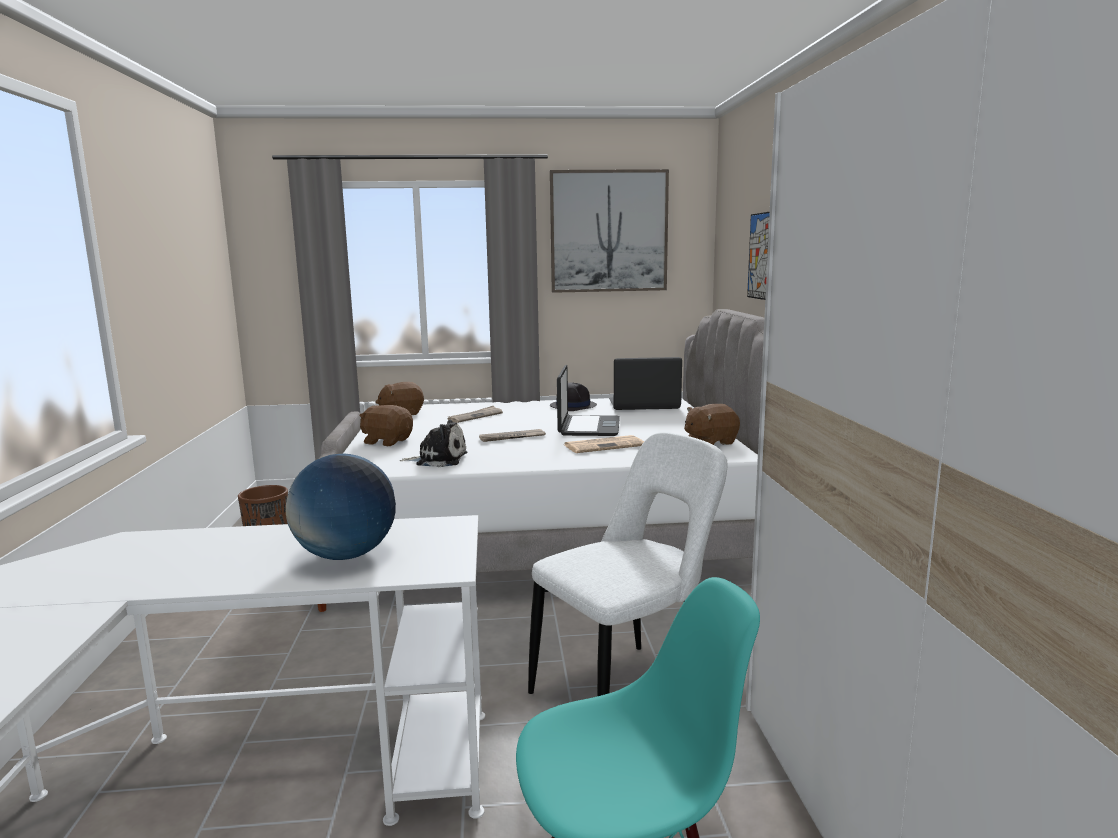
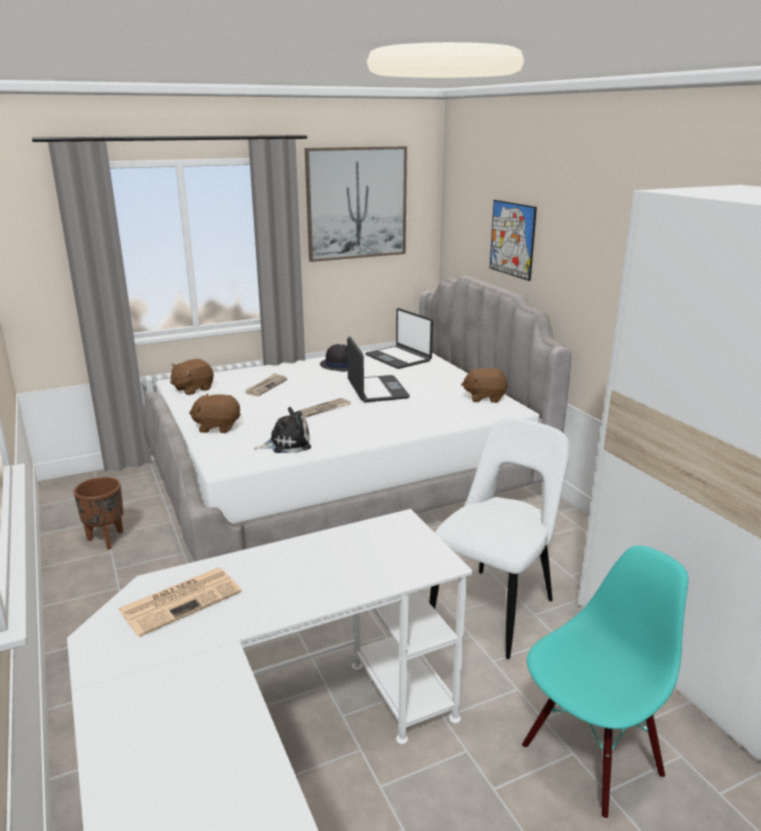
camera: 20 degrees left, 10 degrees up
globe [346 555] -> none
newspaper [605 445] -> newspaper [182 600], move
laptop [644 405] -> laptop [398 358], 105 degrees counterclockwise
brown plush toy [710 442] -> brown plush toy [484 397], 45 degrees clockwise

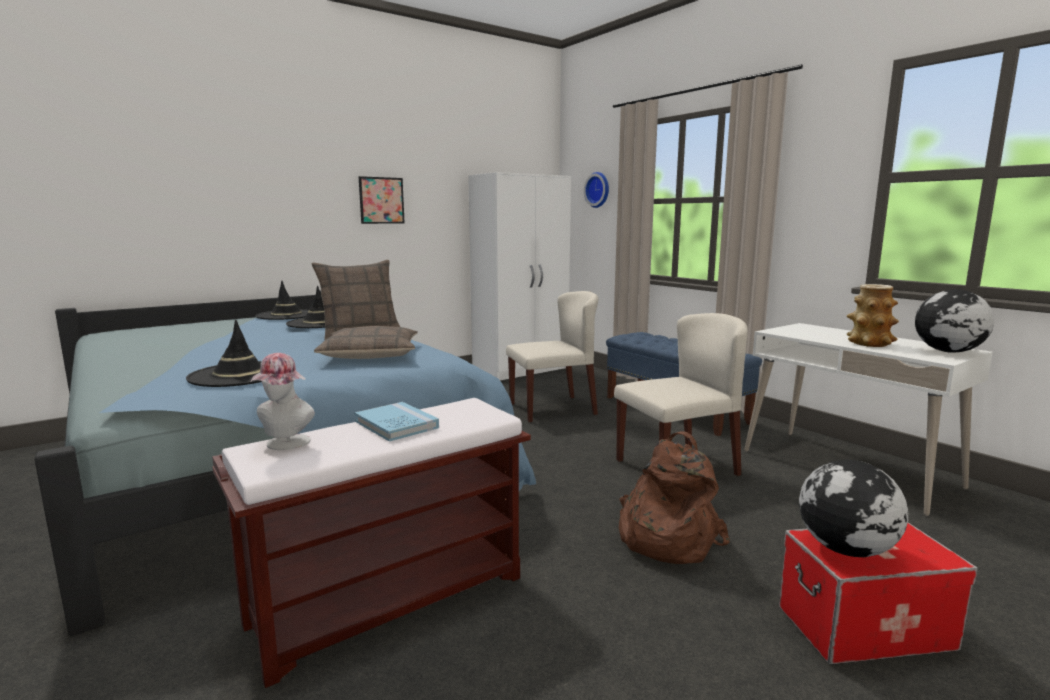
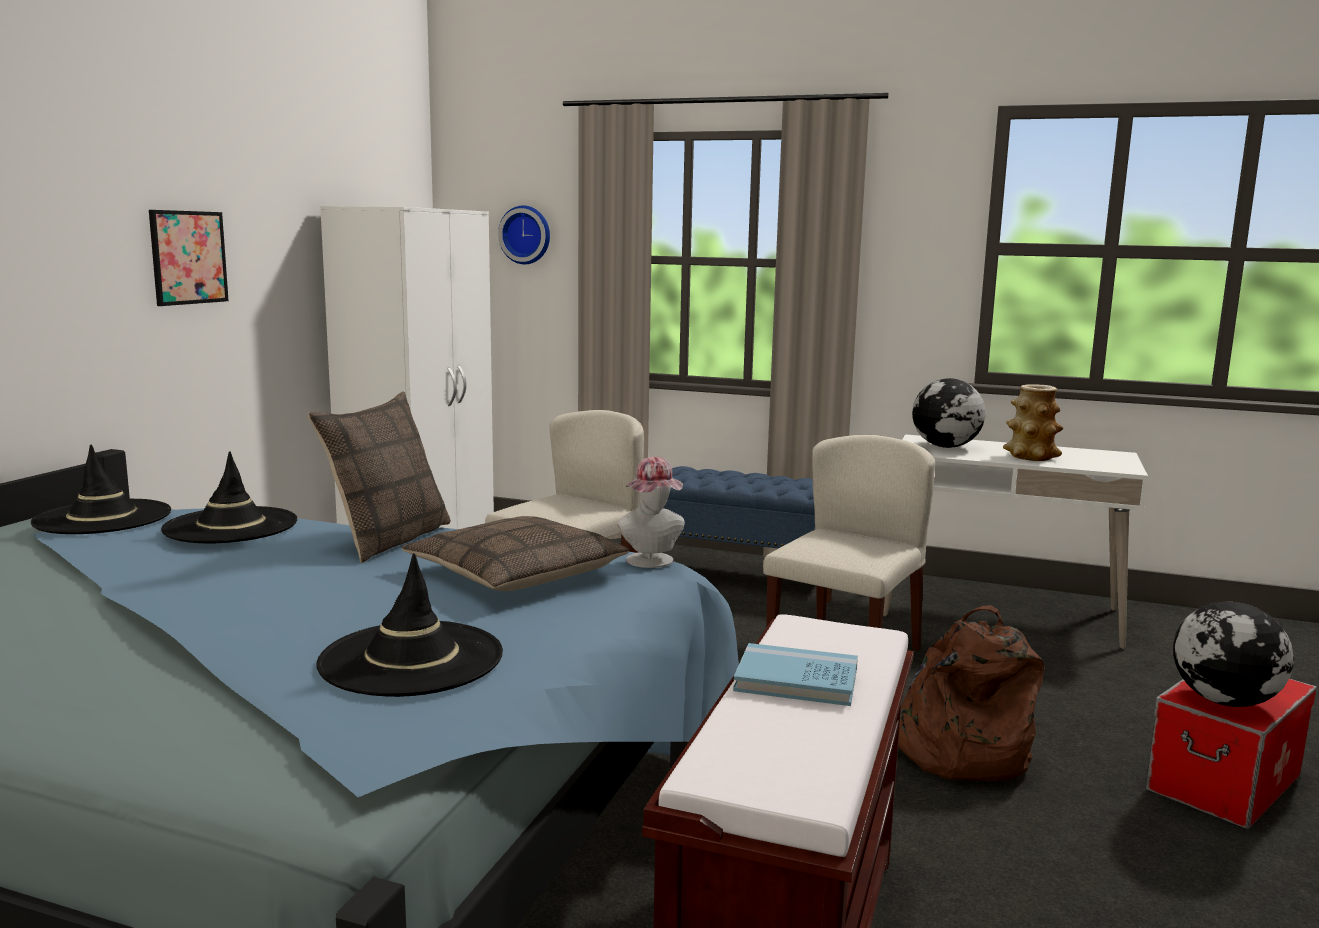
camera: 35 degrees left, 0 degrees up
hat [285 444] -> hat [652 562], move
globe [947 352] -> globe [945 447], move

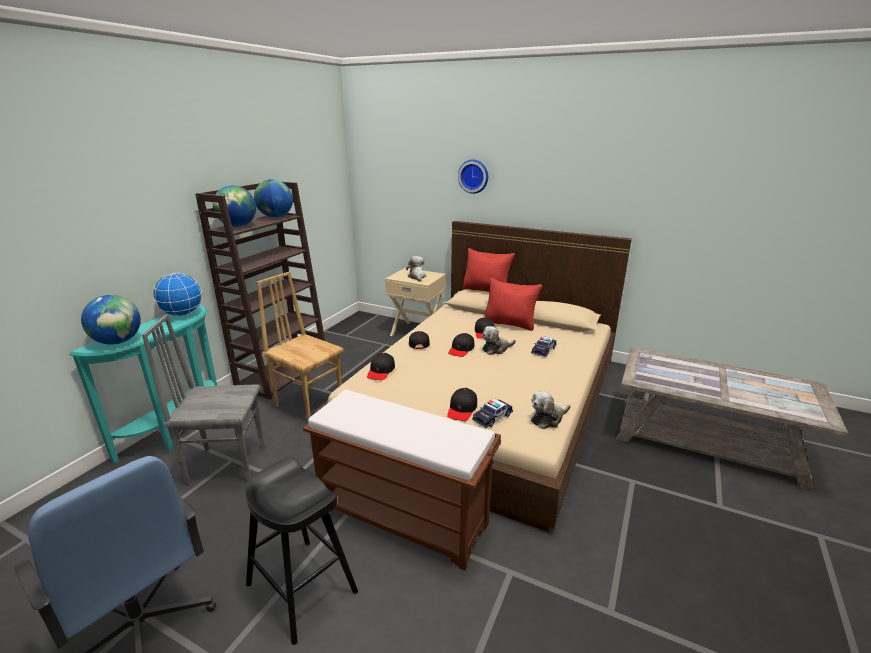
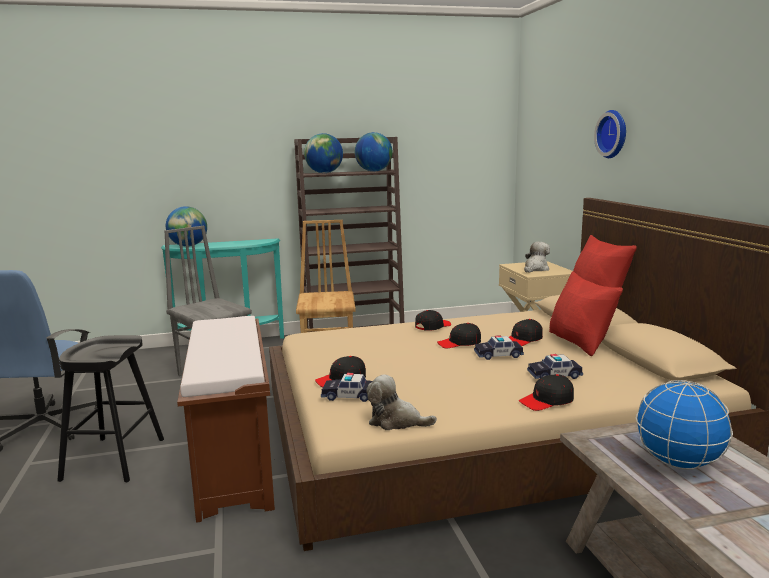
camera: 50 degrees right, 10 degrees down
globe [182 314] -> globe [677 463], move
black cap [381 371] -> black cap [547 401], move
plush toy [496 349] -> toy car [498 355]

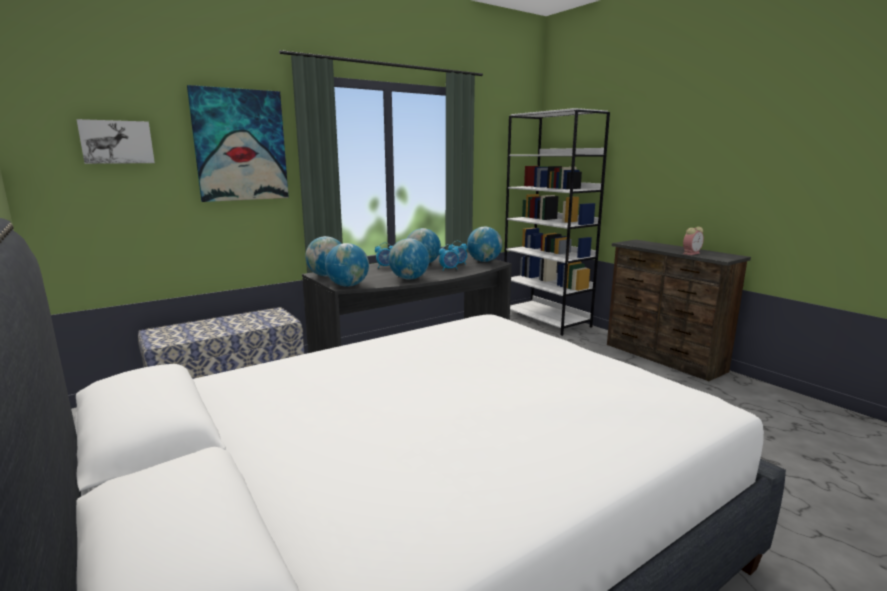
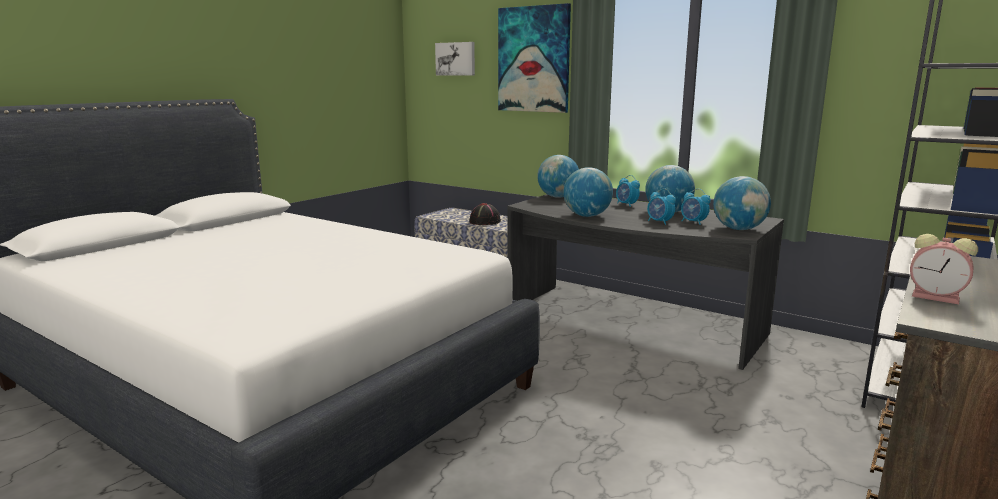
camera: 70 degrees right, 0 degrees up
globe [348 285] -> none
none -> black hat [485 222]

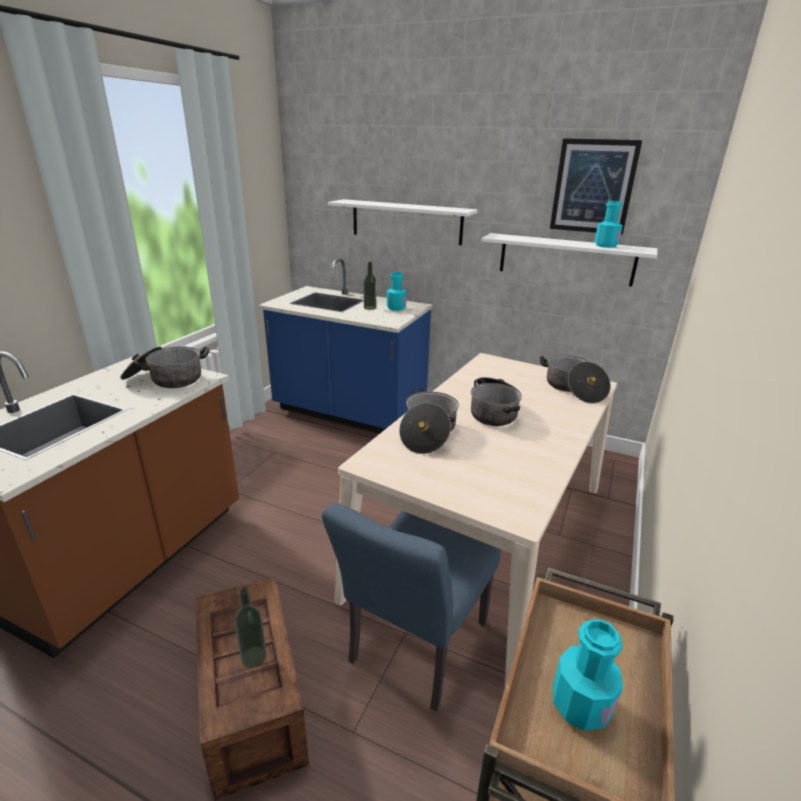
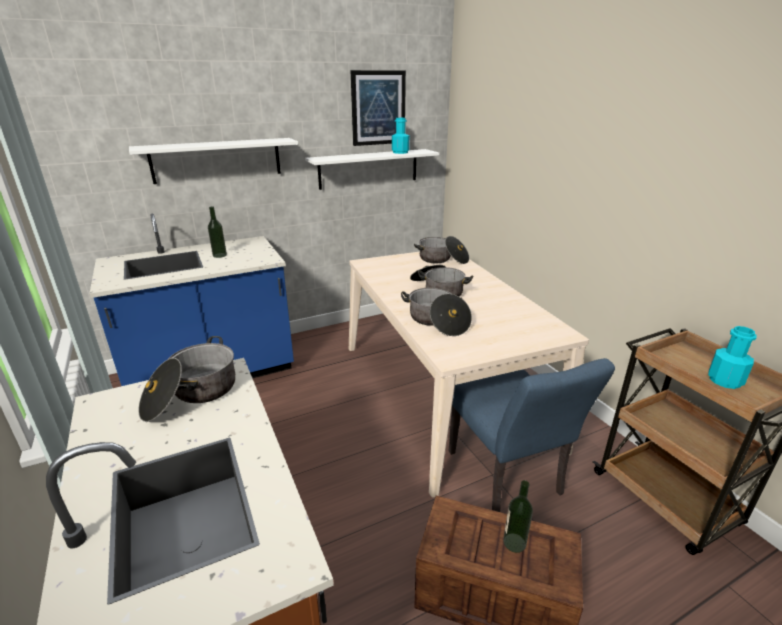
camera: 50 degrees left, 0 degrees up
turquoise bottle [396 308] -> none

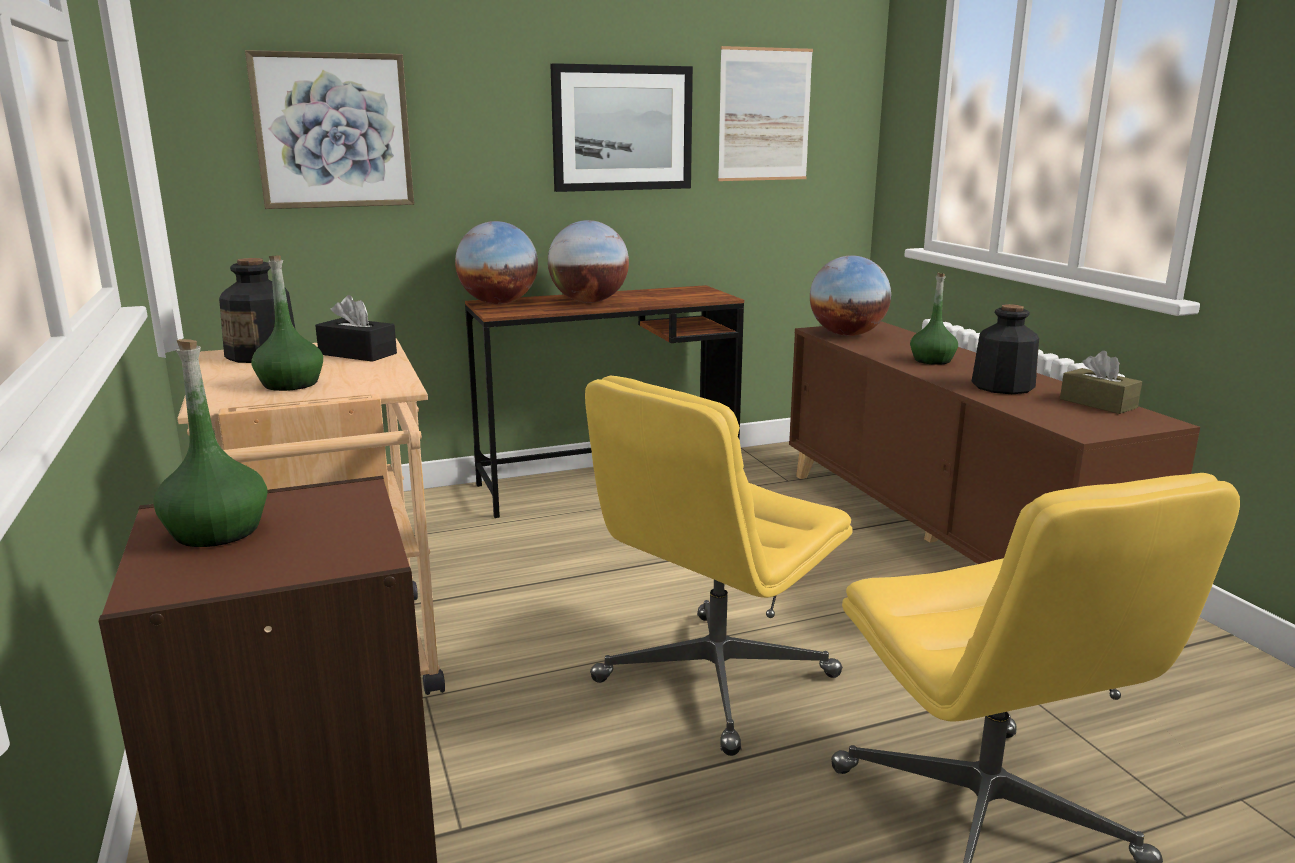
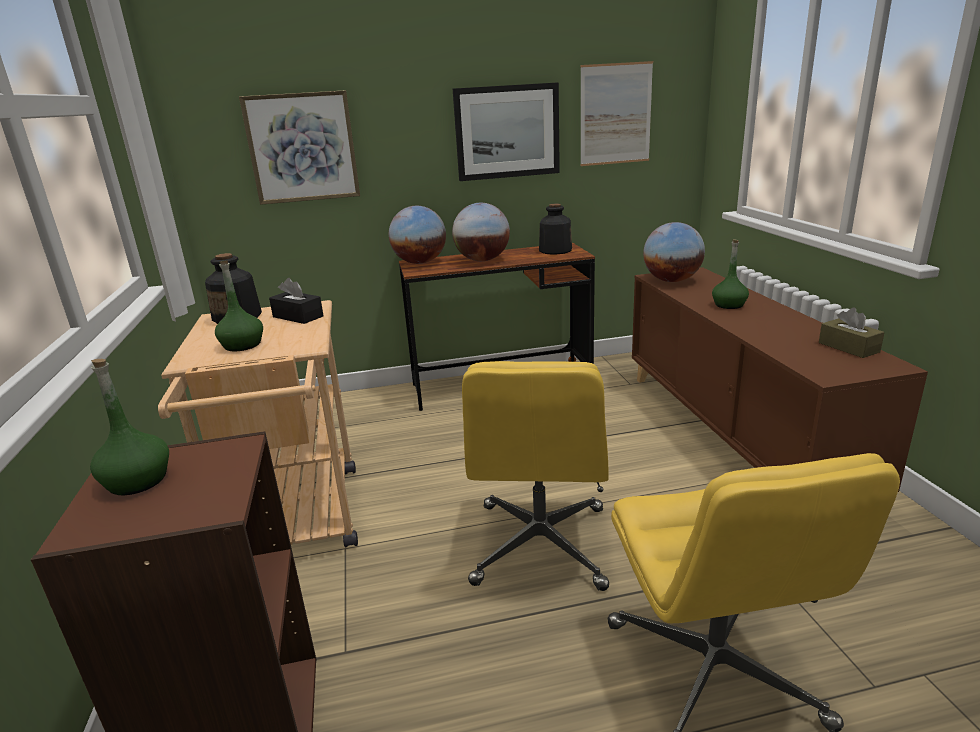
camera: 10 degrees right, 5 degrees up
bottle [1001 386] -> bottle [555 250], move
yellow office chair [714 680] -> yellow office chair [541 546], 45 degrees counterclockwise

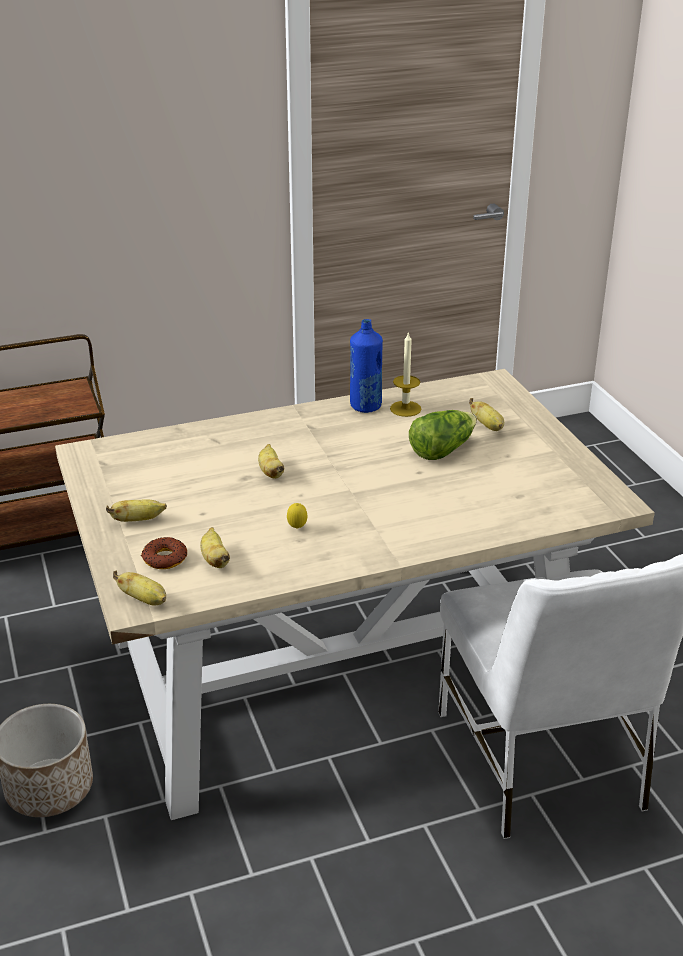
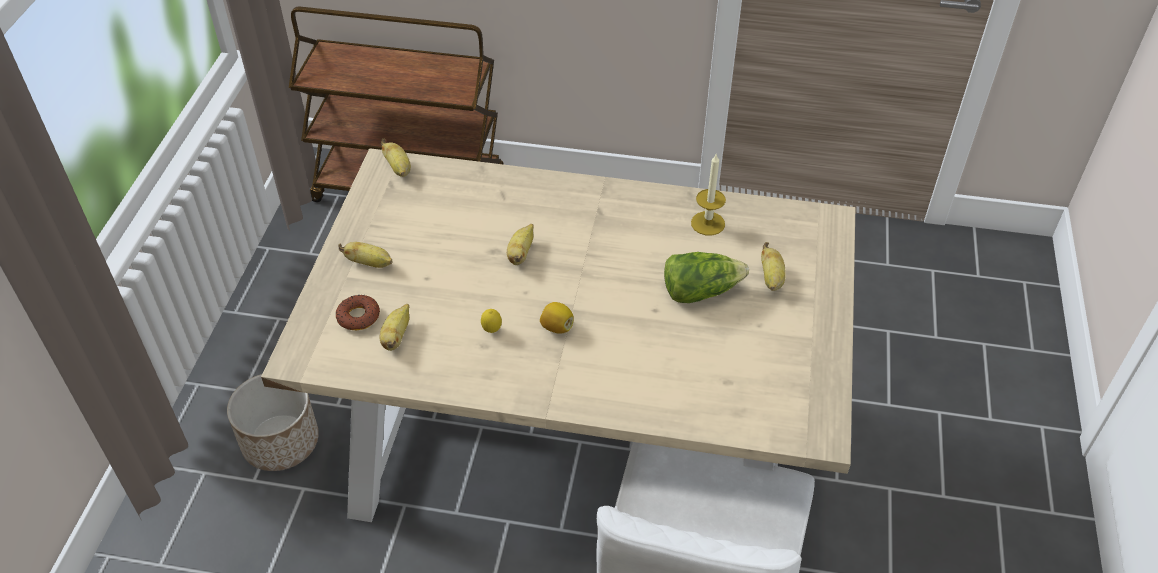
camera: 30 degrees right, 15 degrees up
blue bottle [365 406] -> none
none -> lemon [556 327]
banana [144 600] -> banana [398 168], move

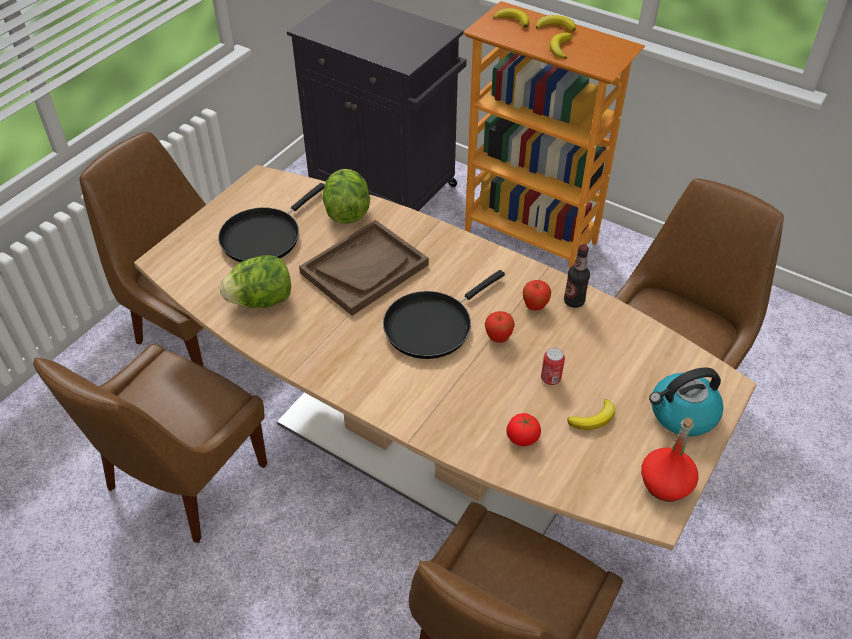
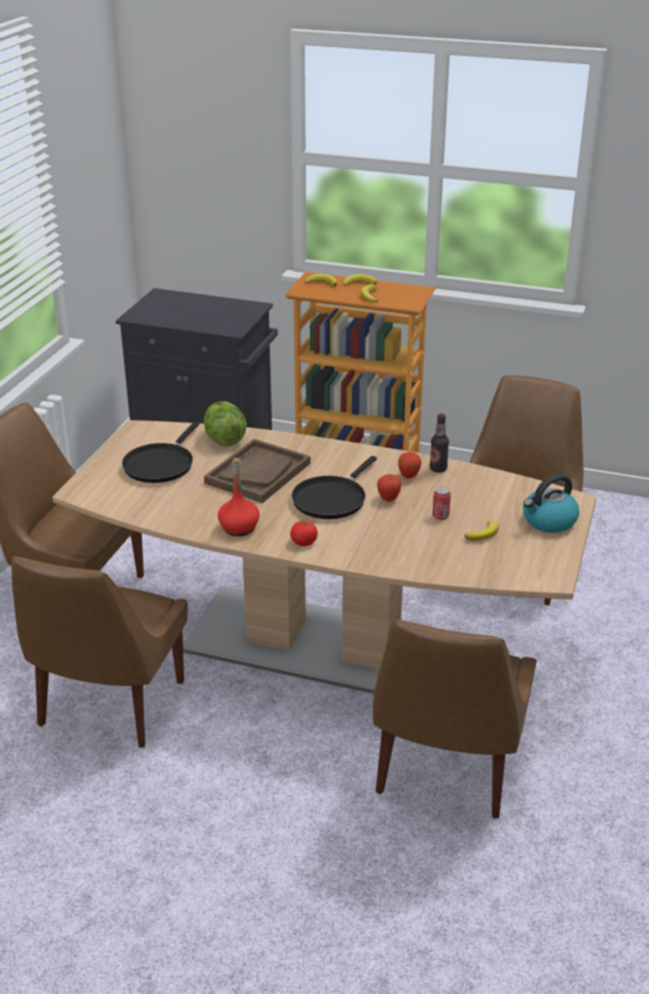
camera: 15 degrees left, 15 degrees down
lettuce [261 300] -> none
tomato [522 438] -> tomato [304 542], move
red bottle [665 484] -> red bottle [239 528], move

